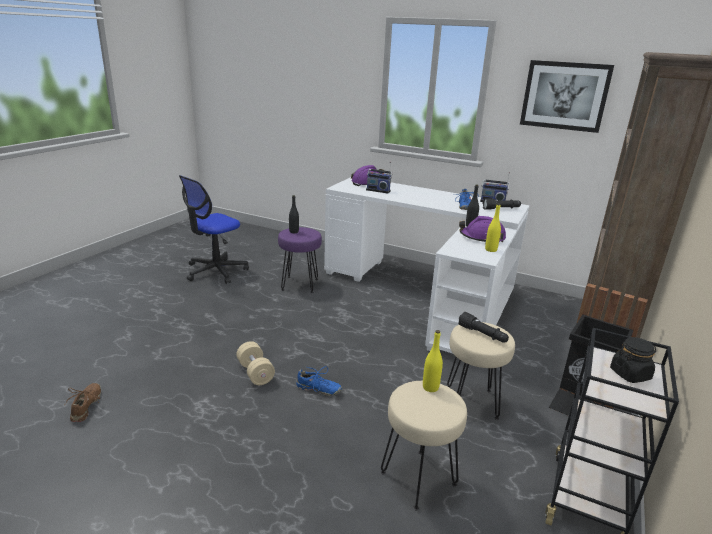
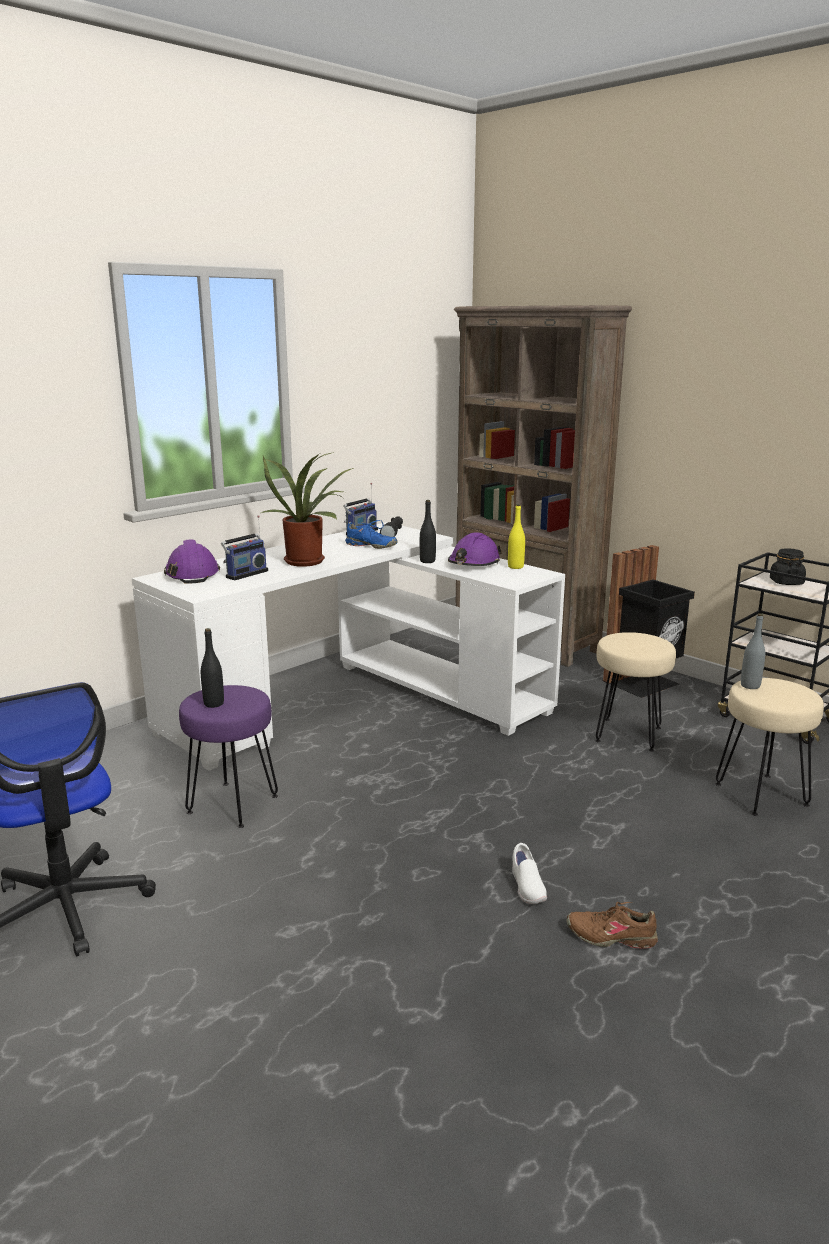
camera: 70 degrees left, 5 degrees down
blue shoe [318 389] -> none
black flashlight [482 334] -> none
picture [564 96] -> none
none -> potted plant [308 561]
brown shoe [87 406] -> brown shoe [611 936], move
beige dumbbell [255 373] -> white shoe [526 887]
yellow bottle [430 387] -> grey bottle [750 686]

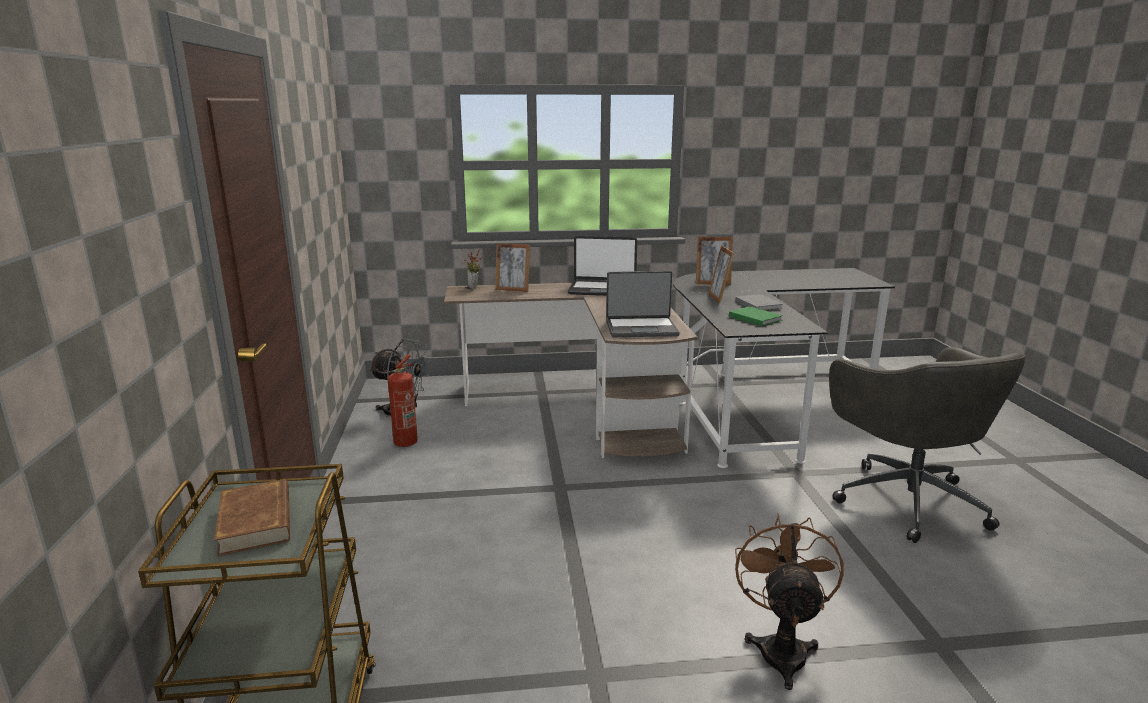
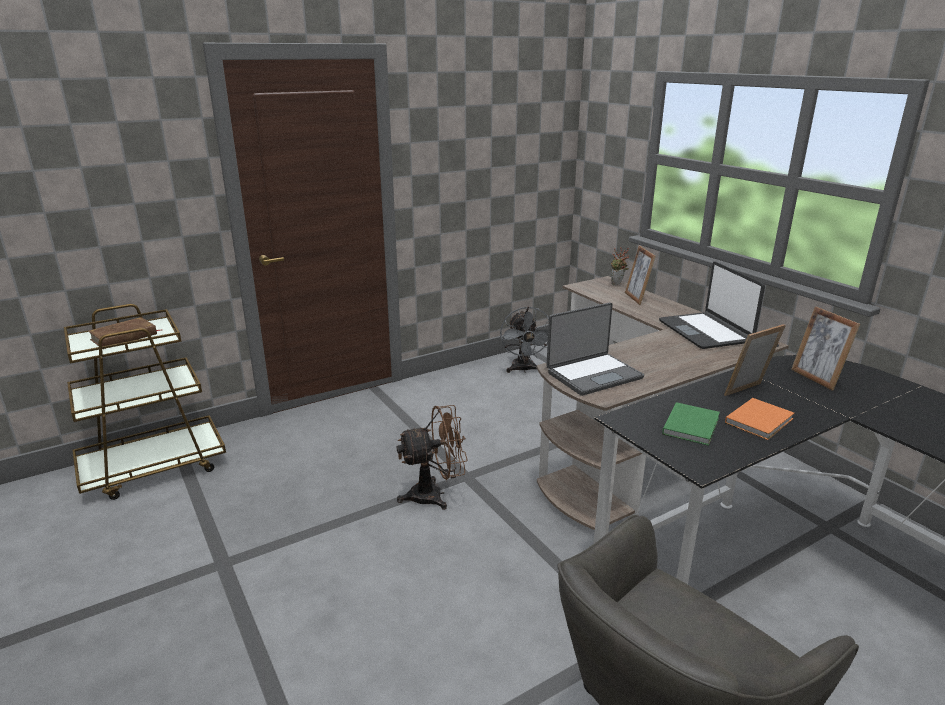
camera: 65 degrees right, 5 degrees up
fire extinguisher [400 444] -> none
brown fan [781 648] -> brown fan [435 495], move
grey book [758 304] -> orange book [760 421]
laptop [641 328] -> laptop [593 374], 90 degrees counterclockwise

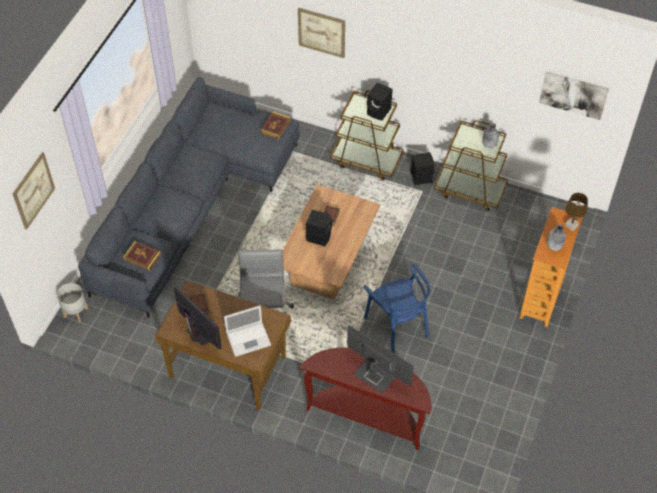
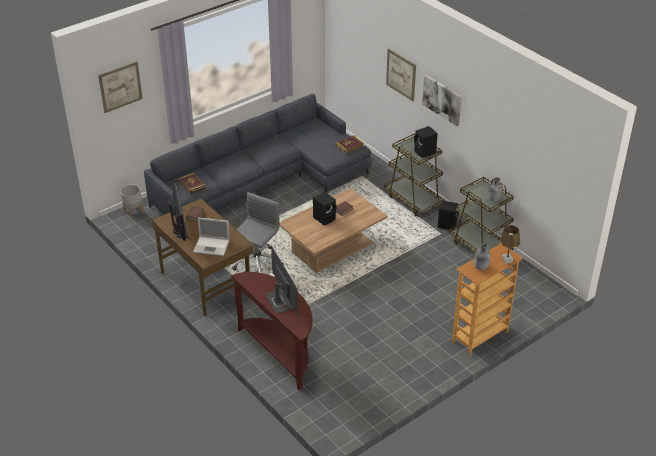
camera: 30 degrees right, 15 degrees down
blue chair [397 325] -> none
picture [573 94] -> picture [442 99], move

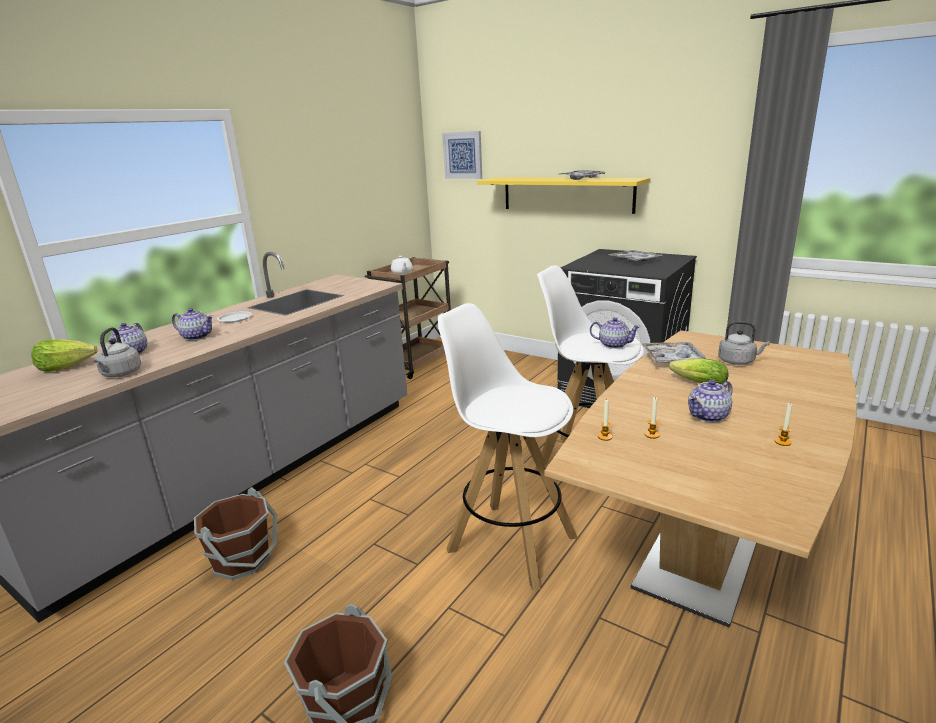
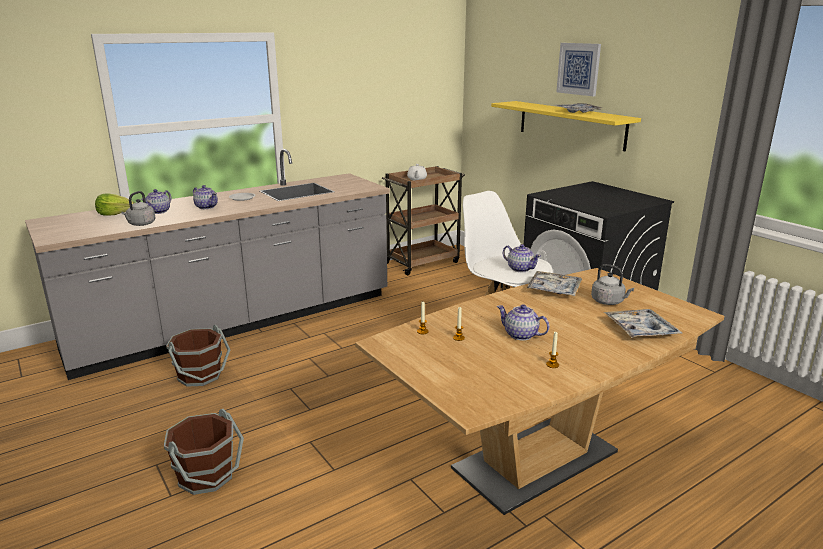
camera: 20 degrees right, 0 degrees up
white stool [510 542] -> none
lettuce [696 383] -> none
picture [463 155] -> picture [579 69], move
tray [635 260] -> tray [640 330], move
teapot [709 416] -> teapot [521 335], 45 degrees clockwise

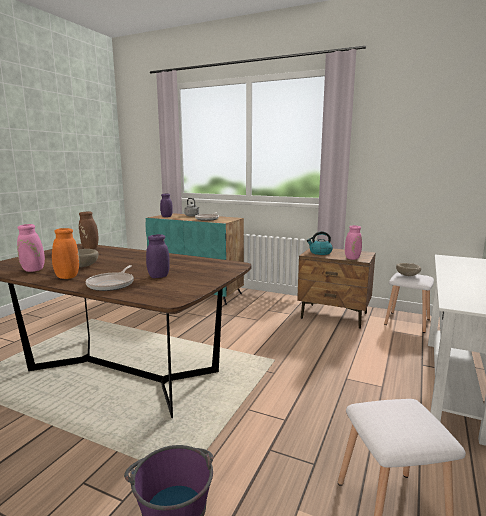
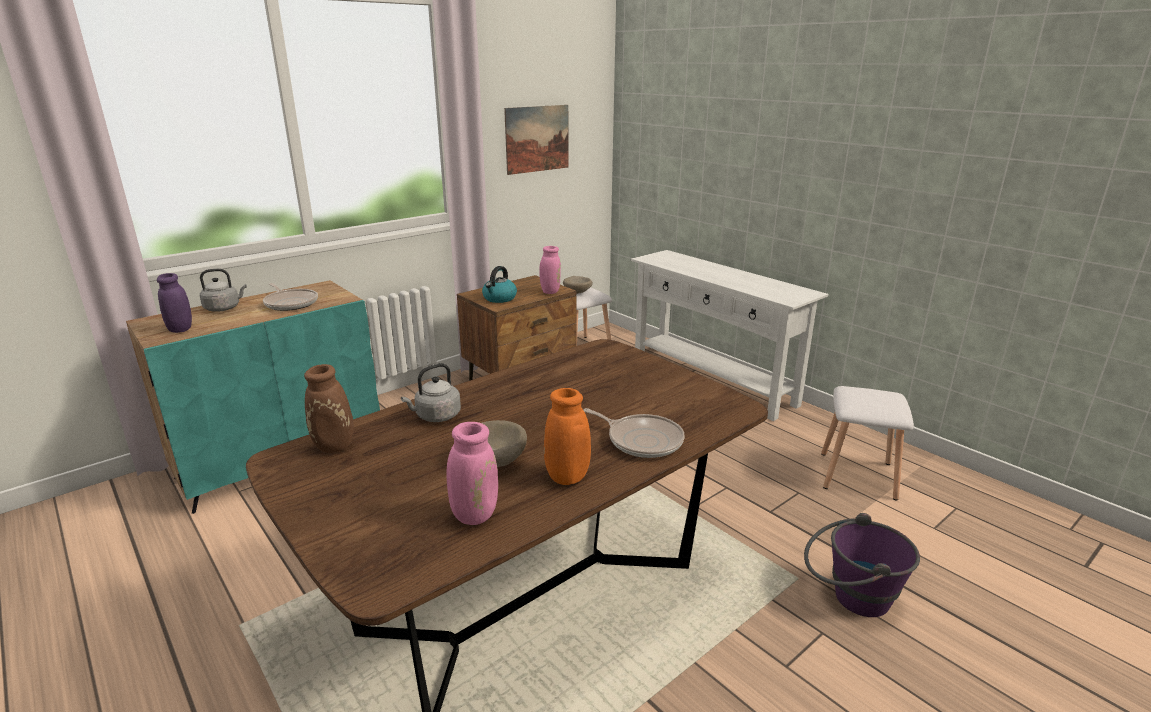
camera: 65 degrees left, 10 degrees up
purple jar [158 276] -> none
none -> grey kettle [436 416]
none -> picture [537 139]

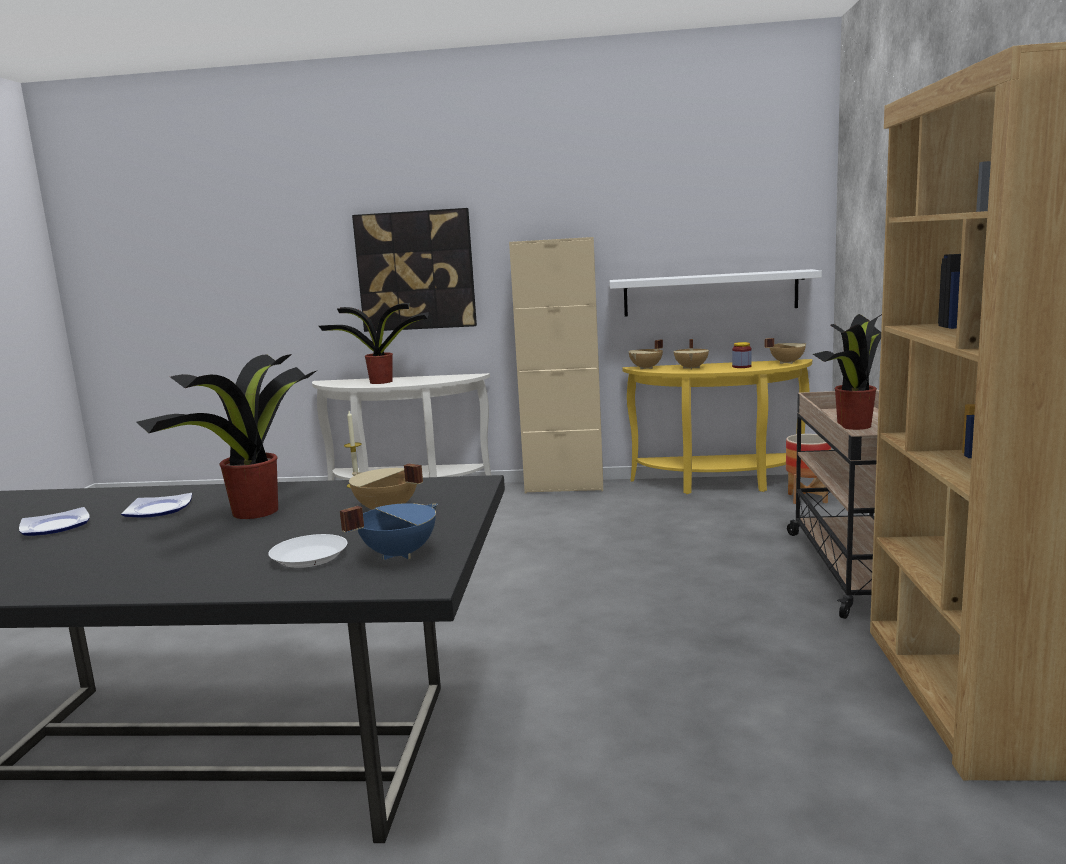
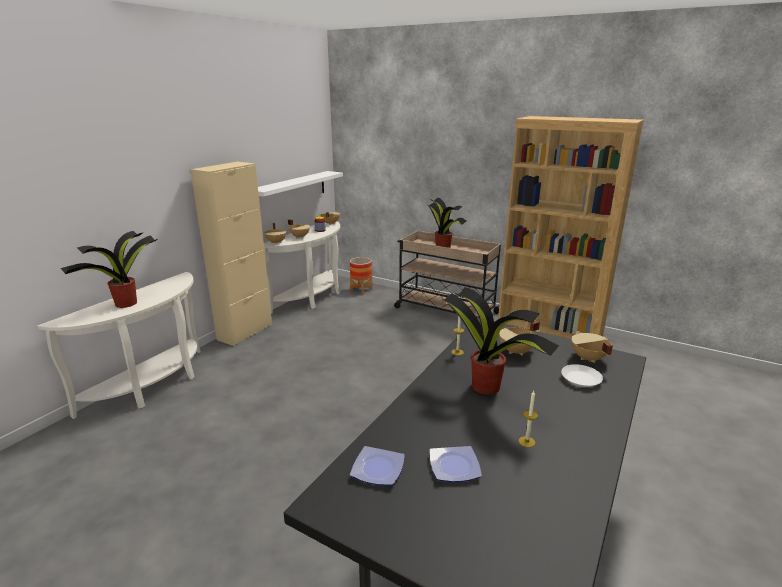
camera: 65 degrees left, 10 degrees up
picture [415 270] -> none
none -> candle [526 442]
plate [160 509] -> plate [377 468], move
blue cooking pot [398 554] -> beige cooking pot [588 358]
yellow console table [720 484] -> white console table [313 298]

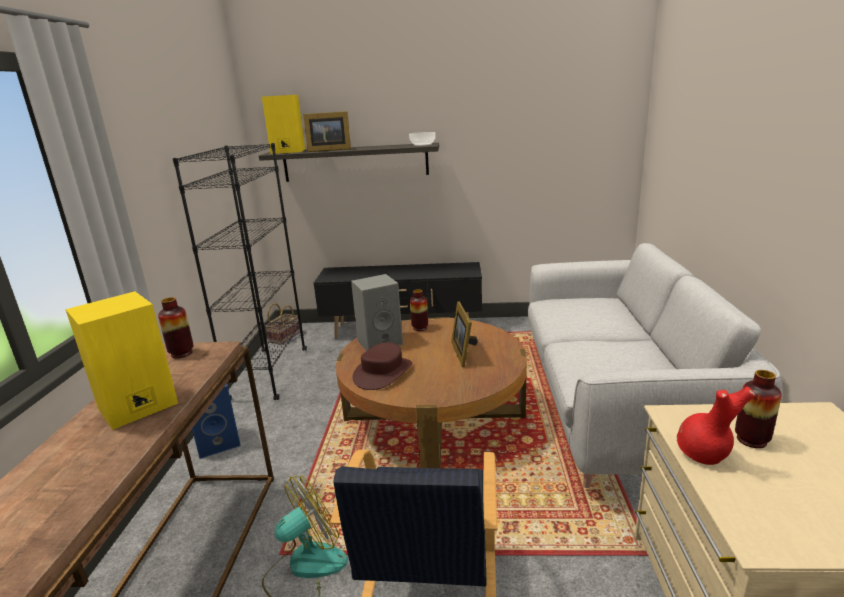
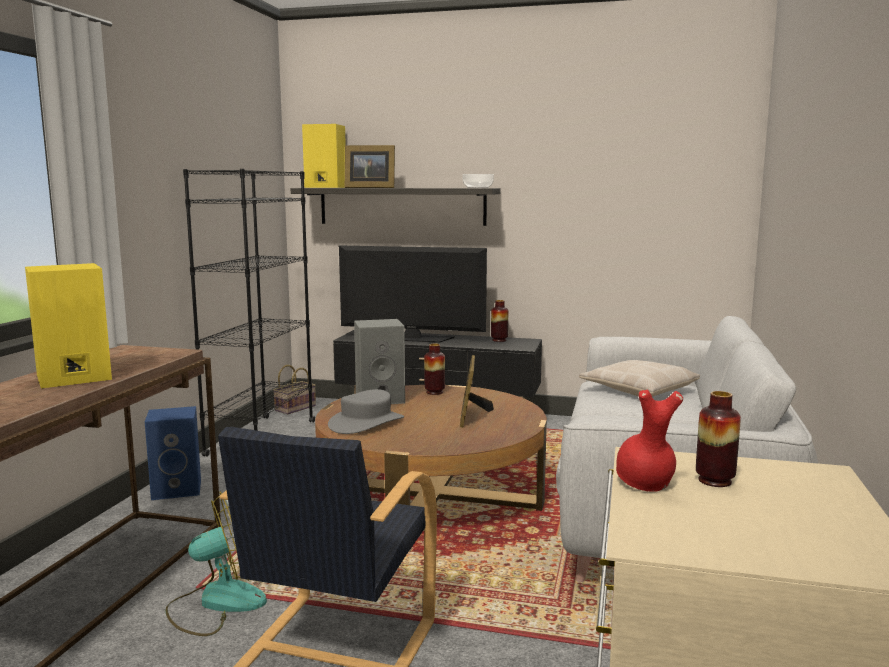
camera: 10 degrees right, 10 degrees down
none -> television [412 338]
none -> beige pillow [638 389]
vase [181 353] -> vase [499 340], move
brown hat [383 373] -> grey hat [366 423]

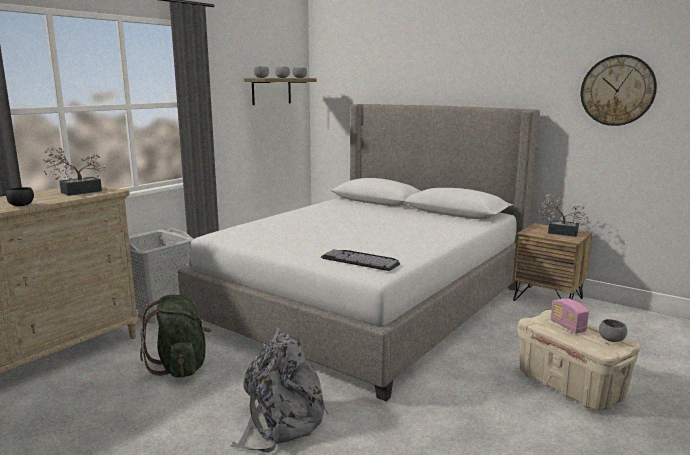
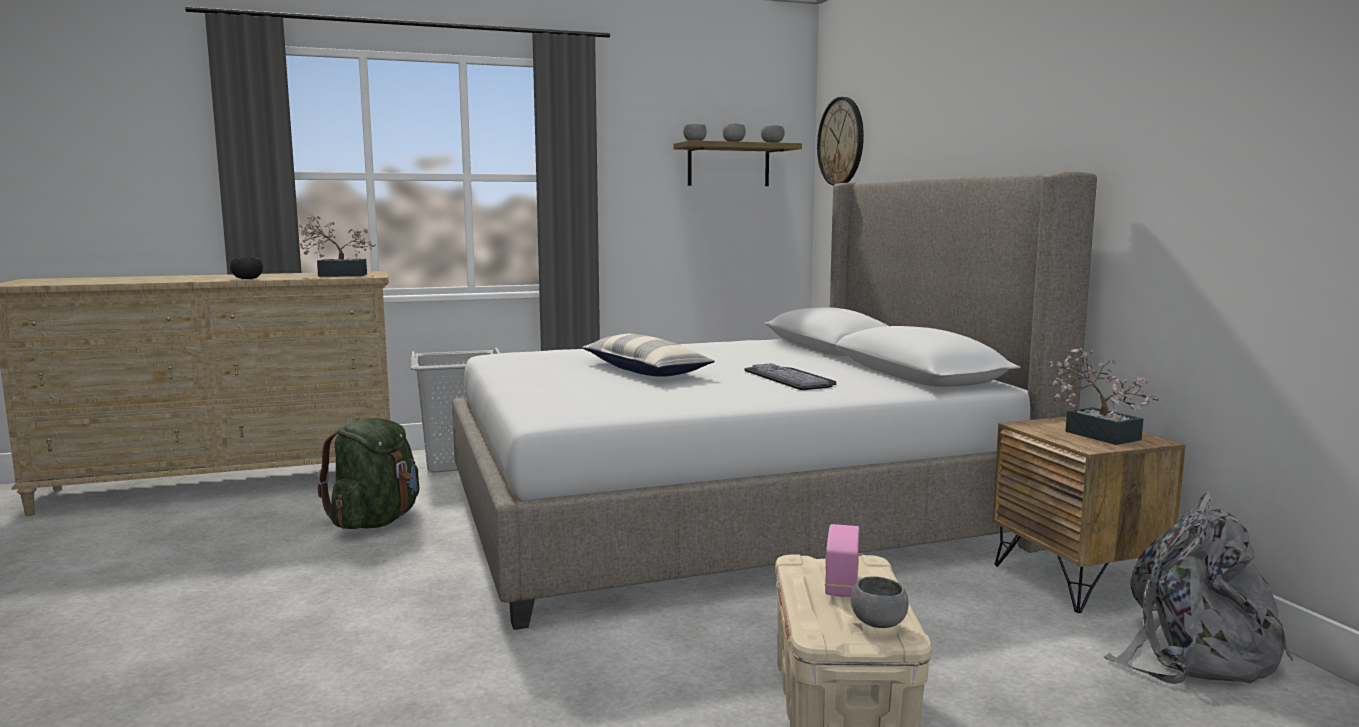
camera: 35 degrees right, 5 degrees down
none -> pillow [646 371]
grey backpack [280 422] -> grey backpack [1193 653], move
keyboard [362 259] -> keyboard [793 378], move
wall clock [617 90] -> wall clock [841 141], move

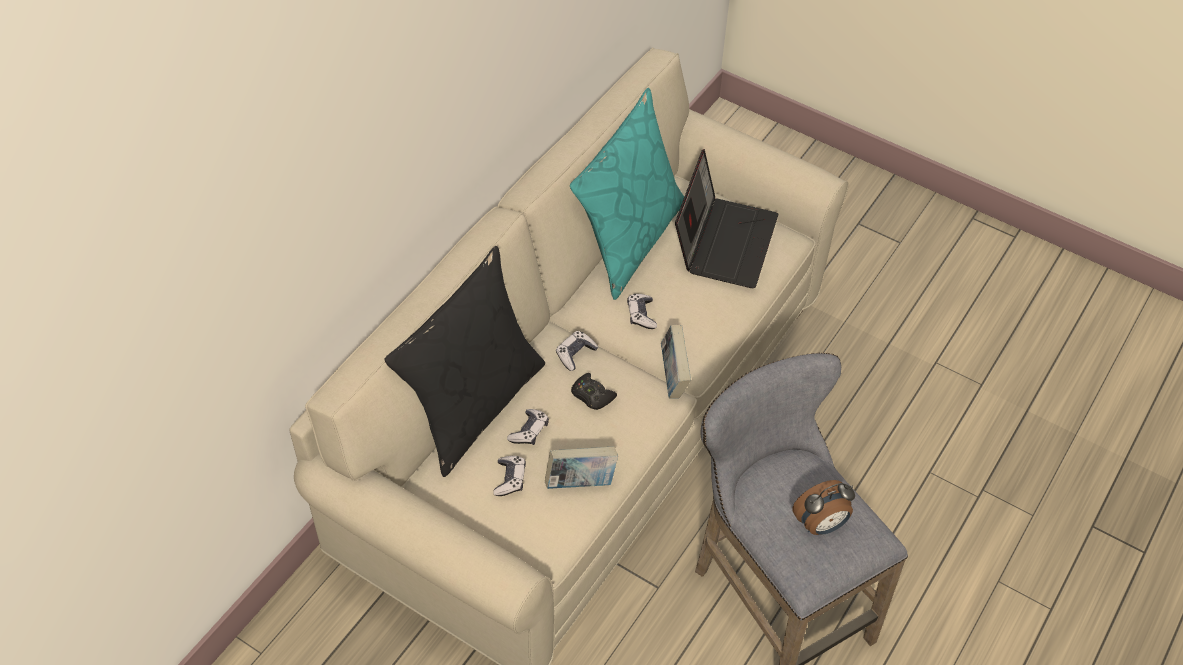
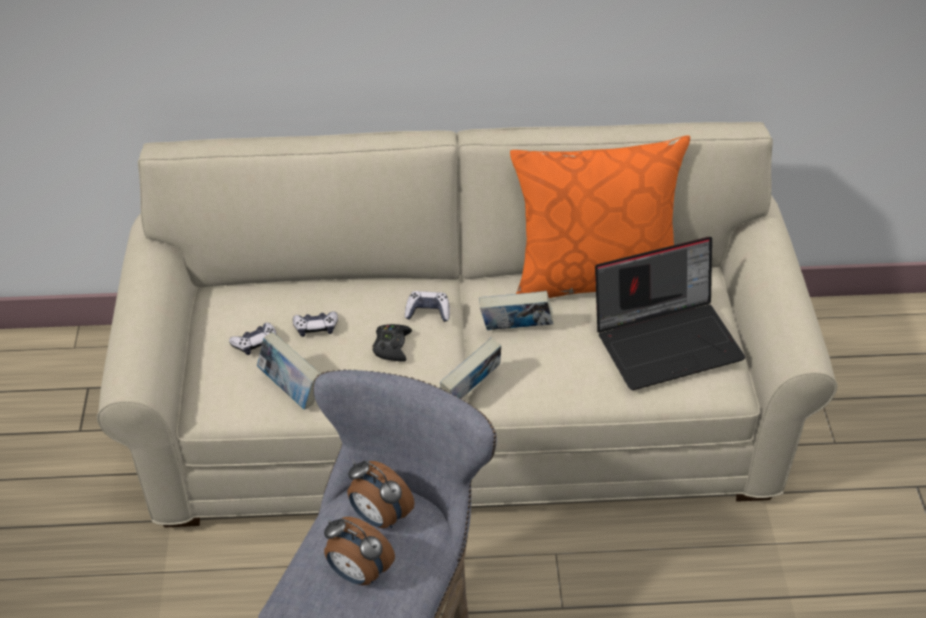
camera: 55 degrees right, 5 degrees down
black pillow [473 405] -> none
none -> alarm clock [379 517]
game controller [641 315] -> book [515 330]
turquoise pillow [628 240] -> orange pillow [594 276]

